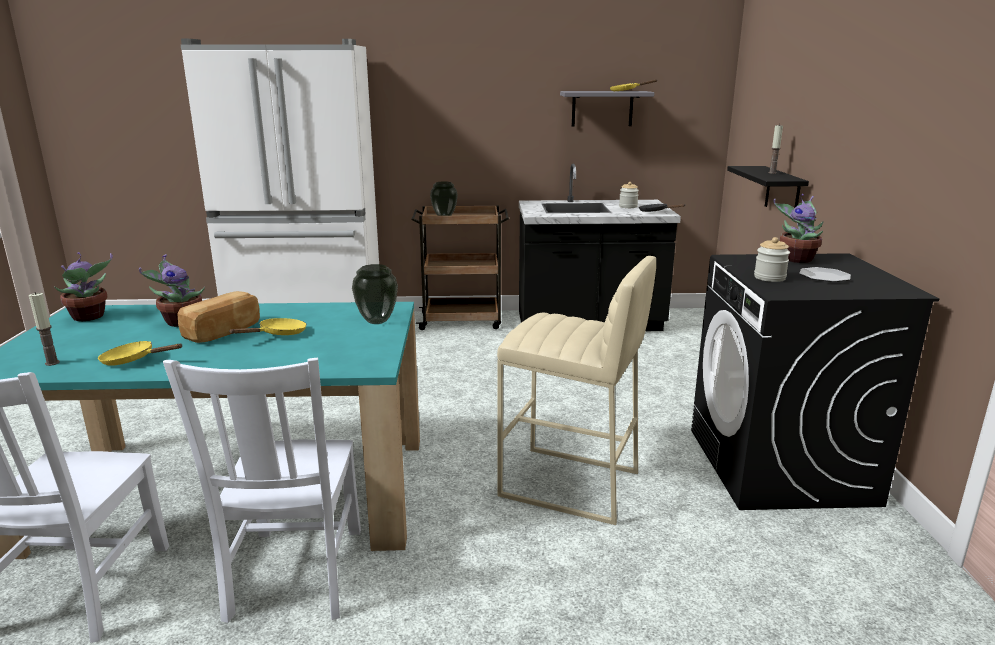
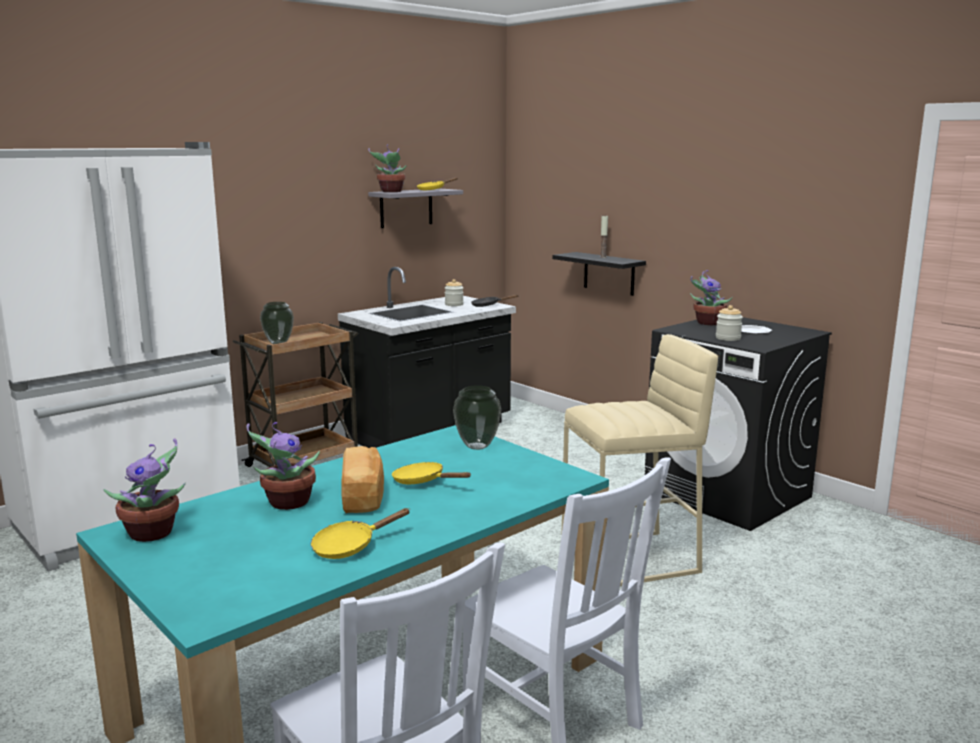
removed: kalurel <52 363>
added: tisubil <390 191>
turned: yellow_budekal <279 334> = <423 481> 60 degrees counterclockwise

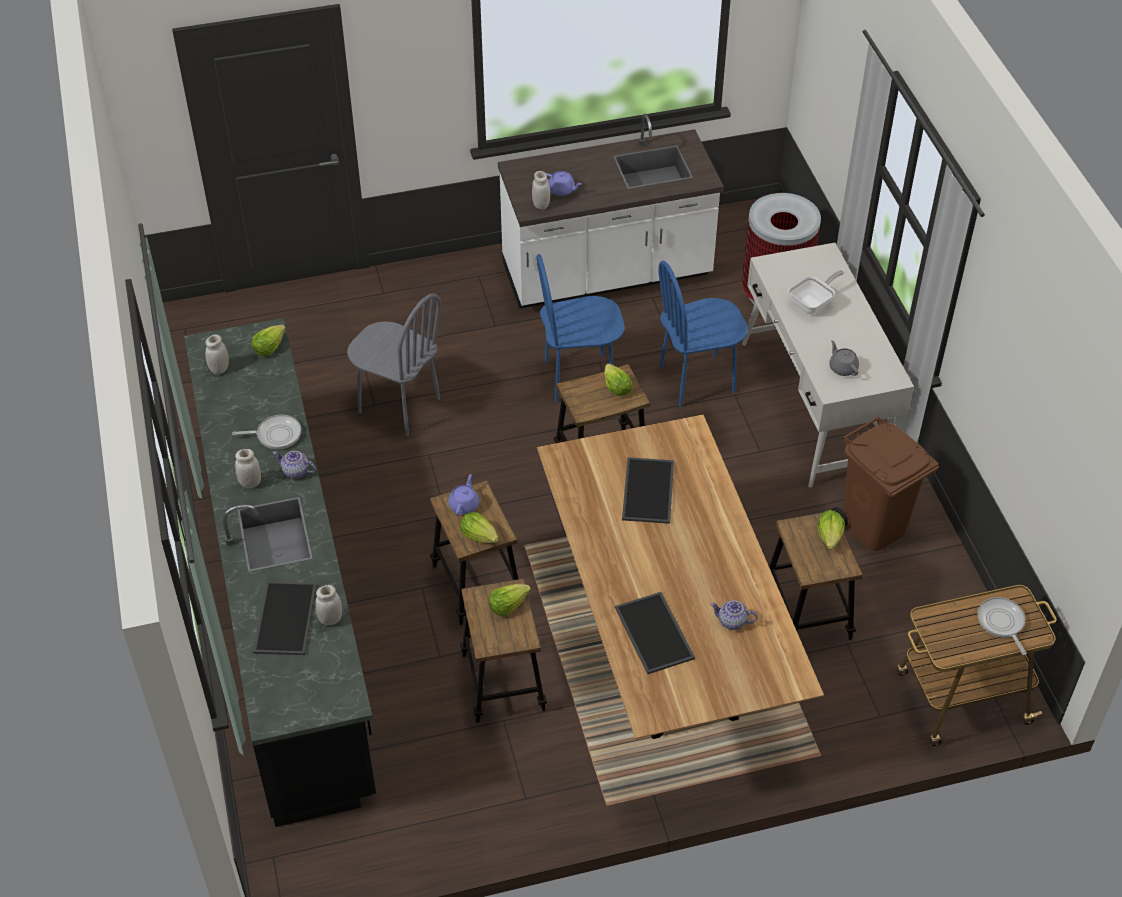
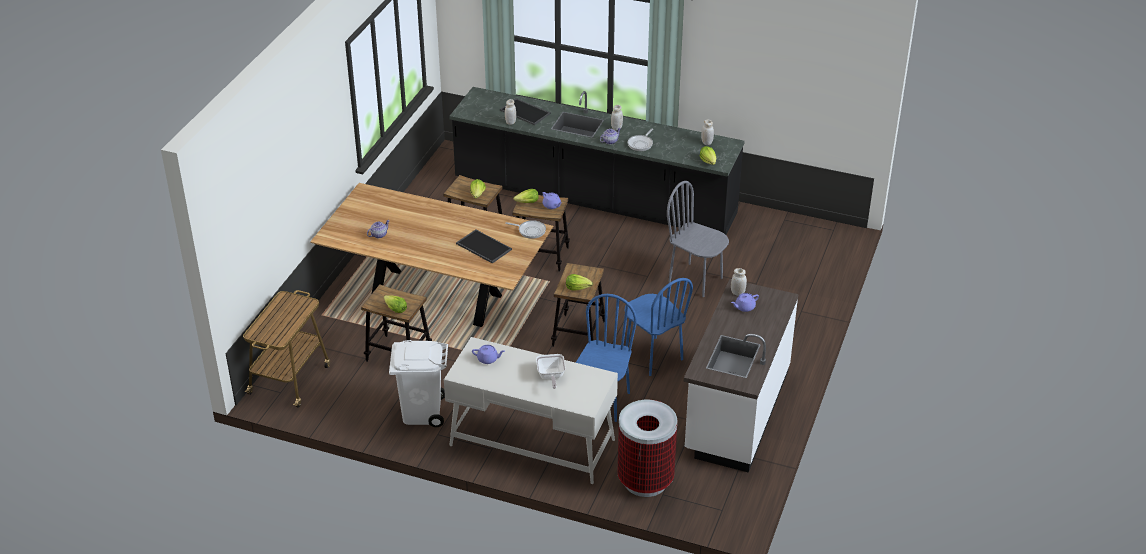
removed: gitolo <656 633>
moved: budekal <1001 623> to <530 231>
recoloured: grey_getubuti <842 367> to purple_getubuti <488 359>; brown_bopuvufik <873 526> to white_bopuvufik <422 412>
turned: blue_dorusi <579 376> = <653 356> 120 degrees clockwise; grey_dorusi <399 406> = <695 280> 60 degrees clockwise

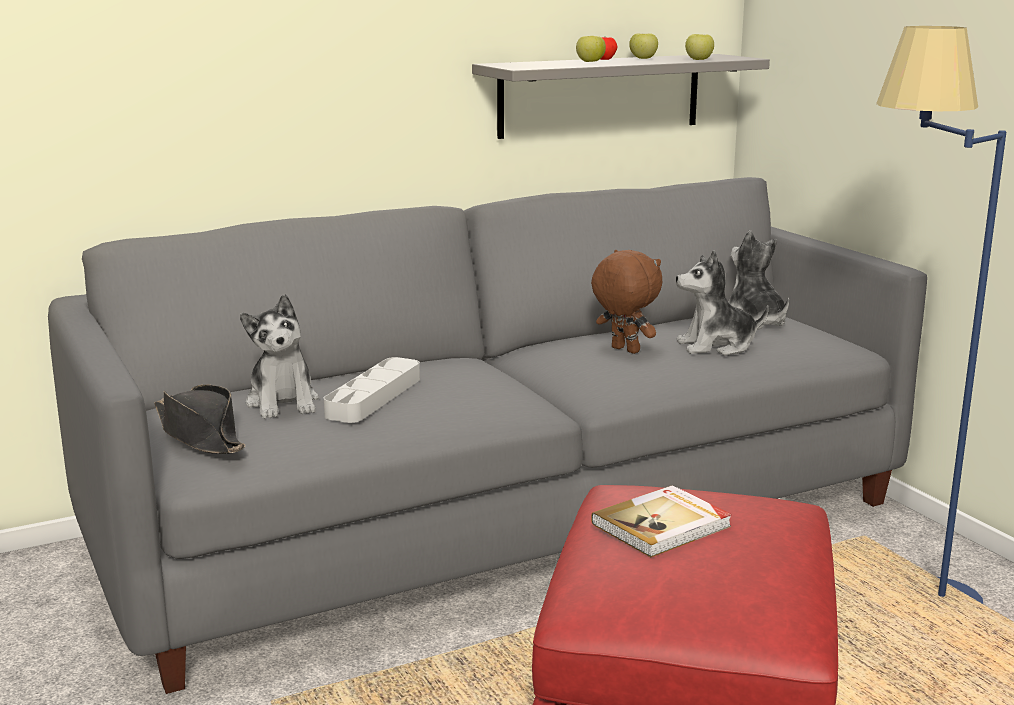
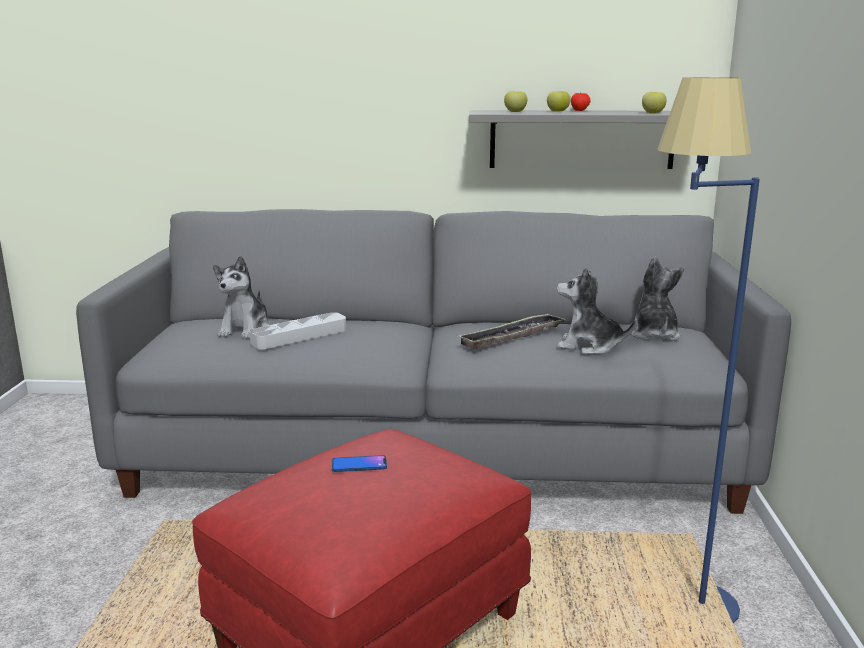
removed: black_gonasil <200 435>
moved: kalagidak <643 58> to <515 111>
replaced: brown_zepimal <623 350> to gitolo <512 336>; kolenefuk <663 525> to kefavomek <359 465>

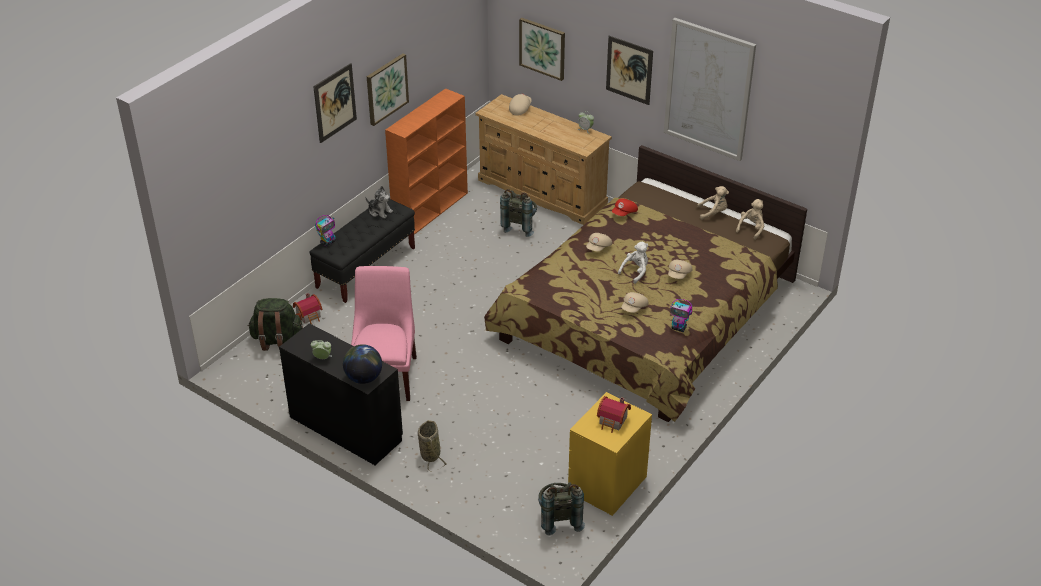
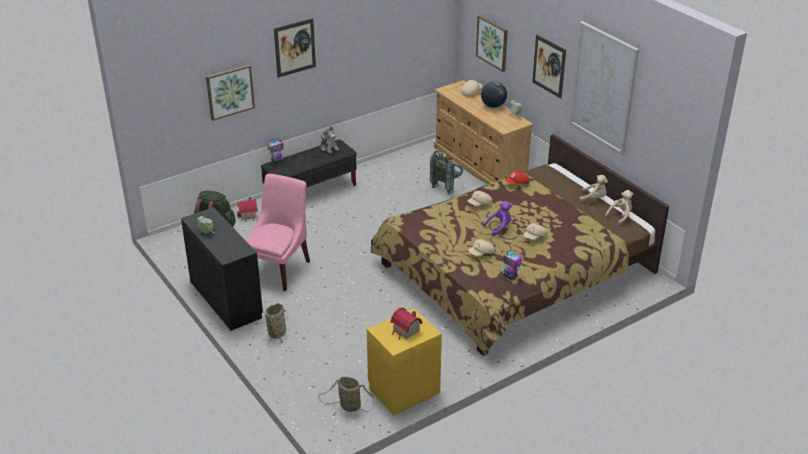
removed: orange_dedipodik <431 210>
moved: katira <386 89> to <230 91>; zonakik <363 378> to <493 105>
replaced: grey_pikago <558 519> to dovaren <348 406>
recoloured: white_zepimal <635 272> to purple_zepimal <499 227>

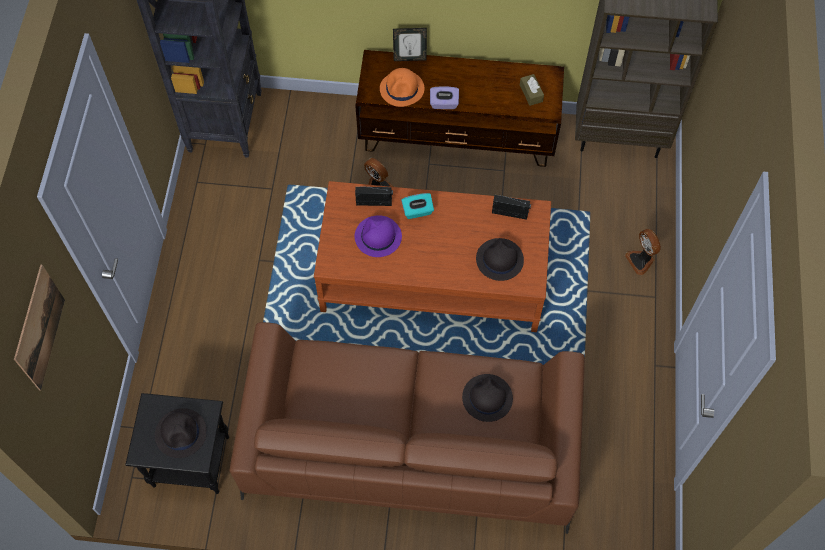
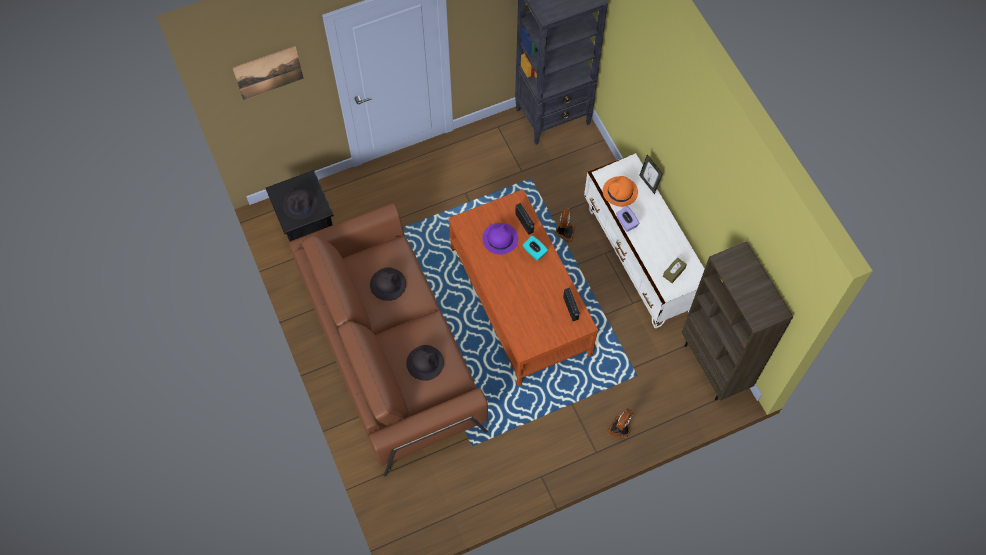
moved: black_gonasil <499 260> to <388 284>
recoloured: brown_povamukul <458 136> to white_povamukul <640 260>

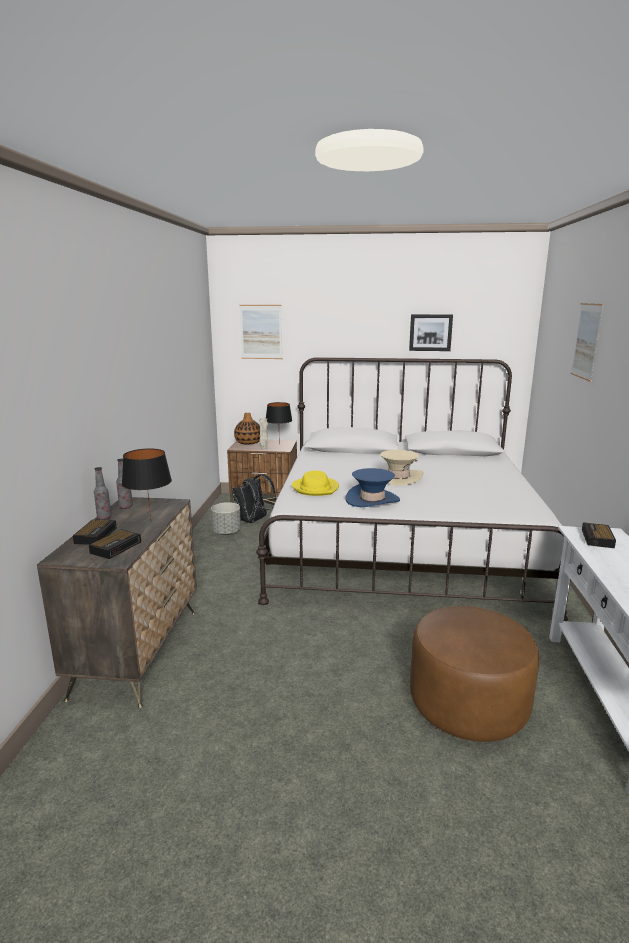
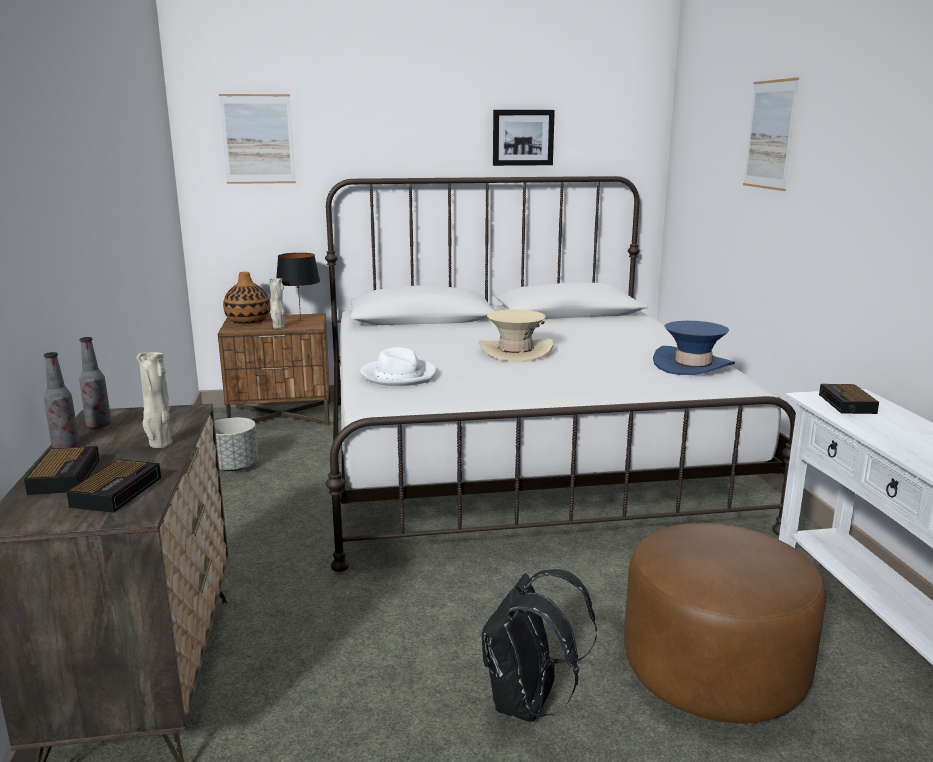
moved: blue_gonasil <372 500> to <693 365>; black_pikago <253 521> to <528 704>
replaced: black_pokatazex <150 522> to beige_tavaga <160 445>
recoloured: yellow_gonasil <315 488> to white_gonasil <399 376>

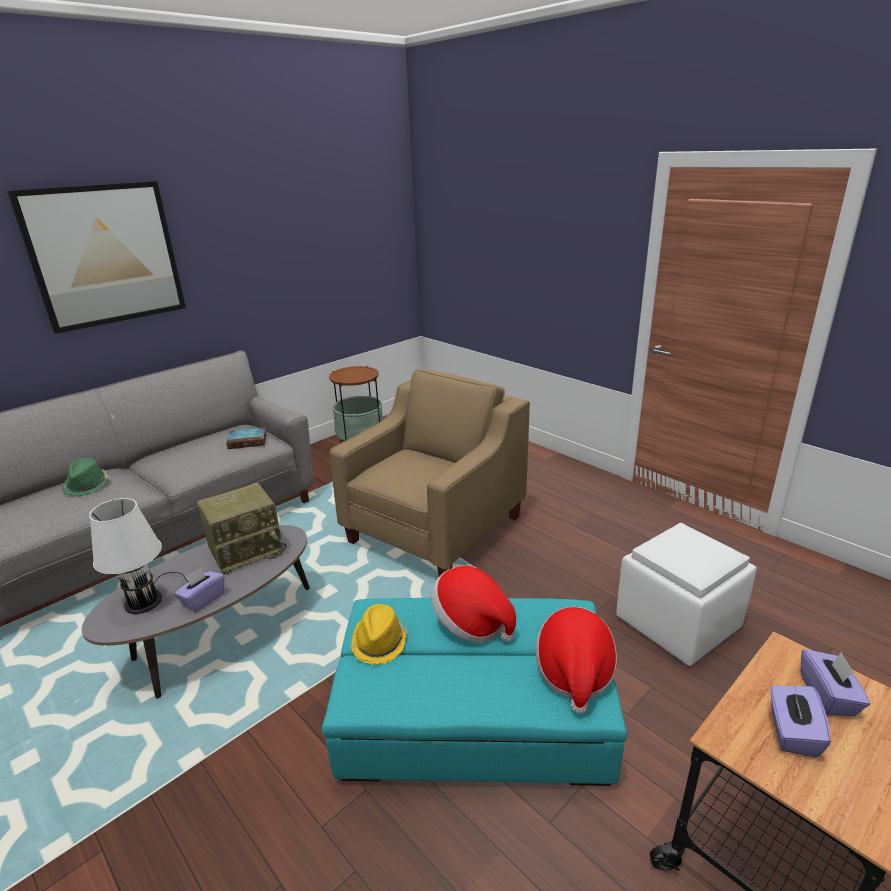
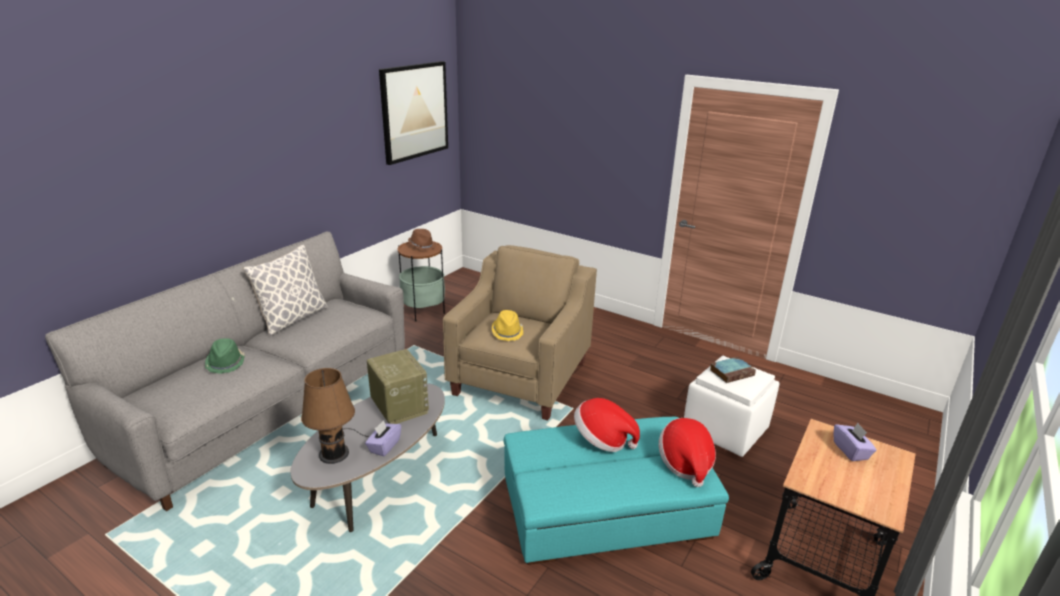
removed: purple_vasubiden <792 732>
added: brown_gonasil <422 246>; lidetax <292 318>
moved: katira <104 255> to <414 111>; kolenefuk <248 441> to <732 372>; yellow_gonasil <380 642> to <507 332>
recoloured: white_pokatazex <147 599> to brown_pokatazex <336 451>
turned: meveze <247 551> = <398 406> 75 degrees counterclockwise

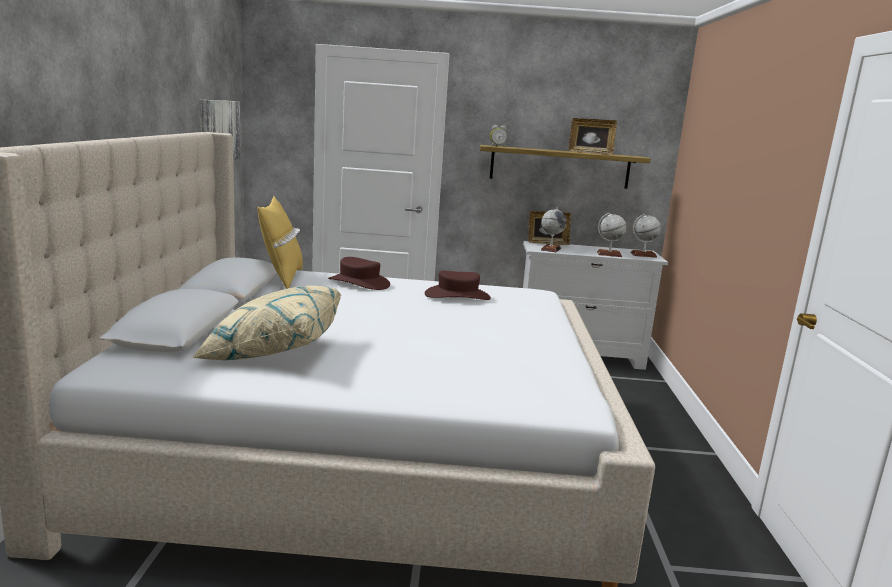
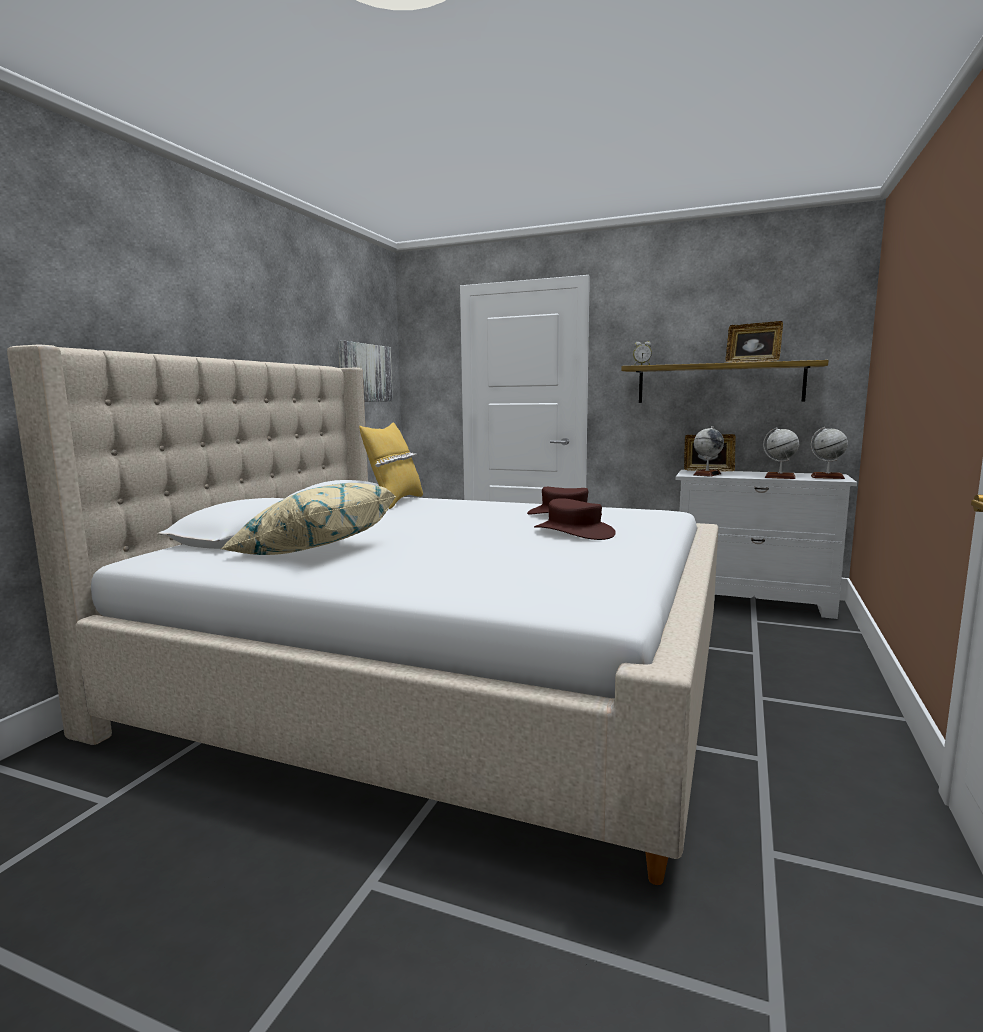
moved: brown_gonasil <359 282> to <574 532>

